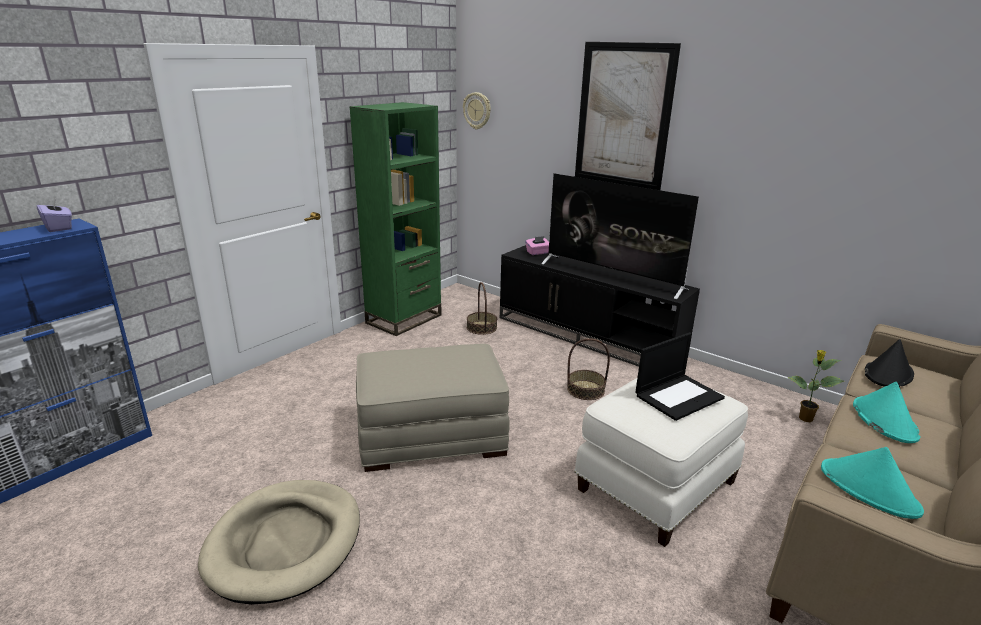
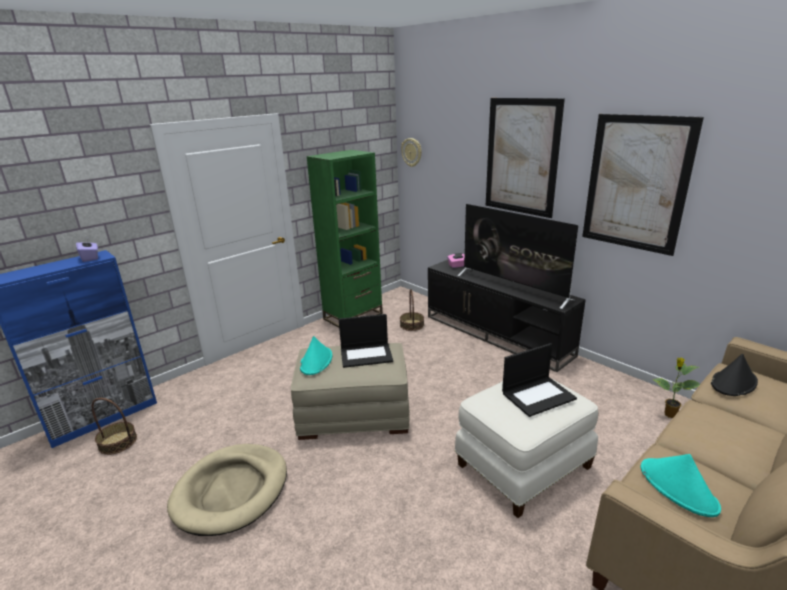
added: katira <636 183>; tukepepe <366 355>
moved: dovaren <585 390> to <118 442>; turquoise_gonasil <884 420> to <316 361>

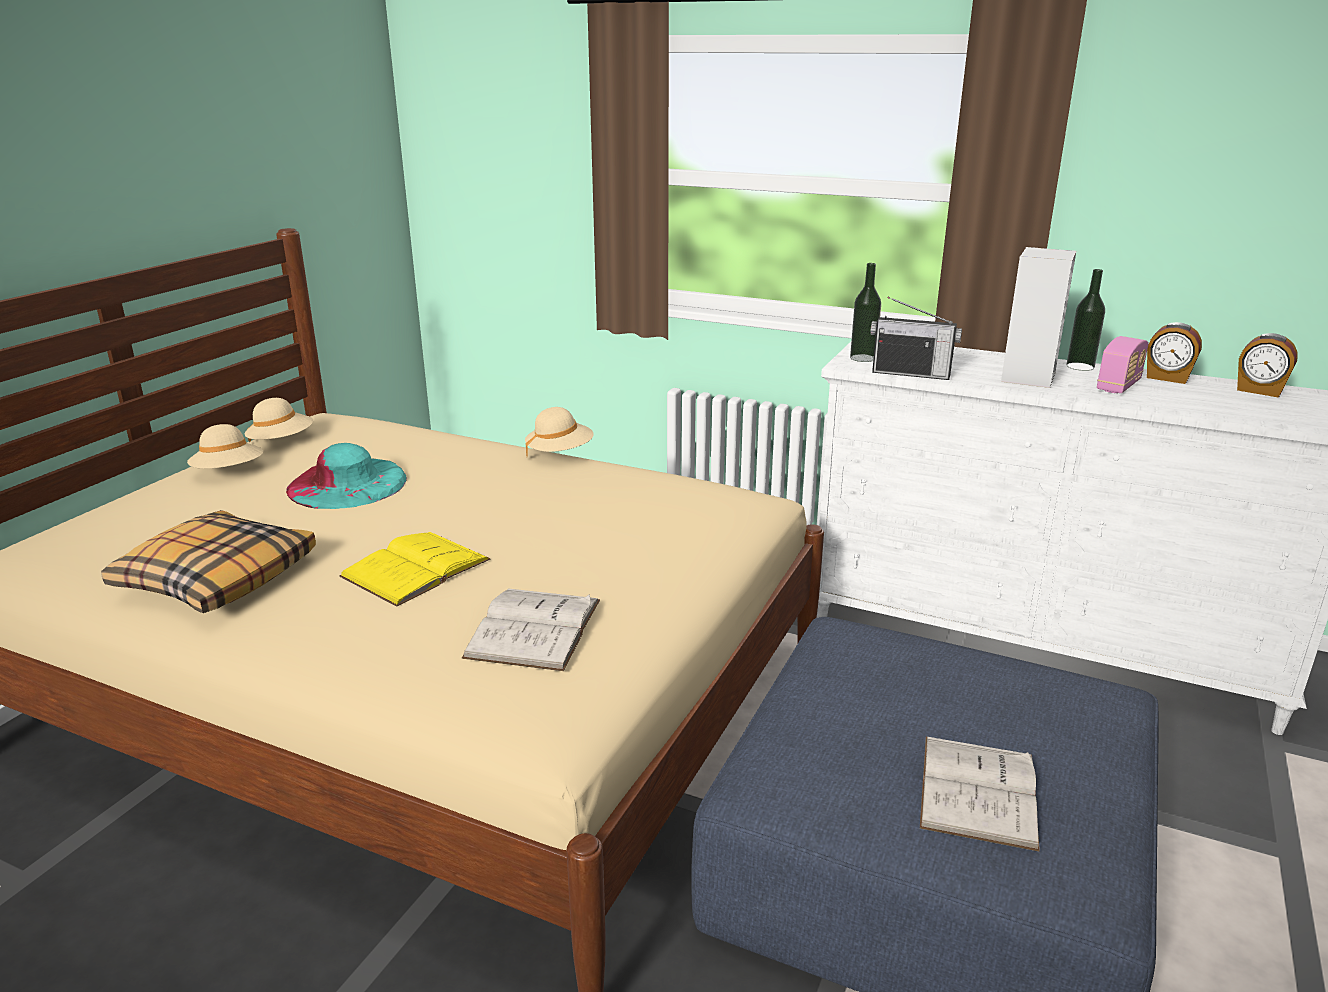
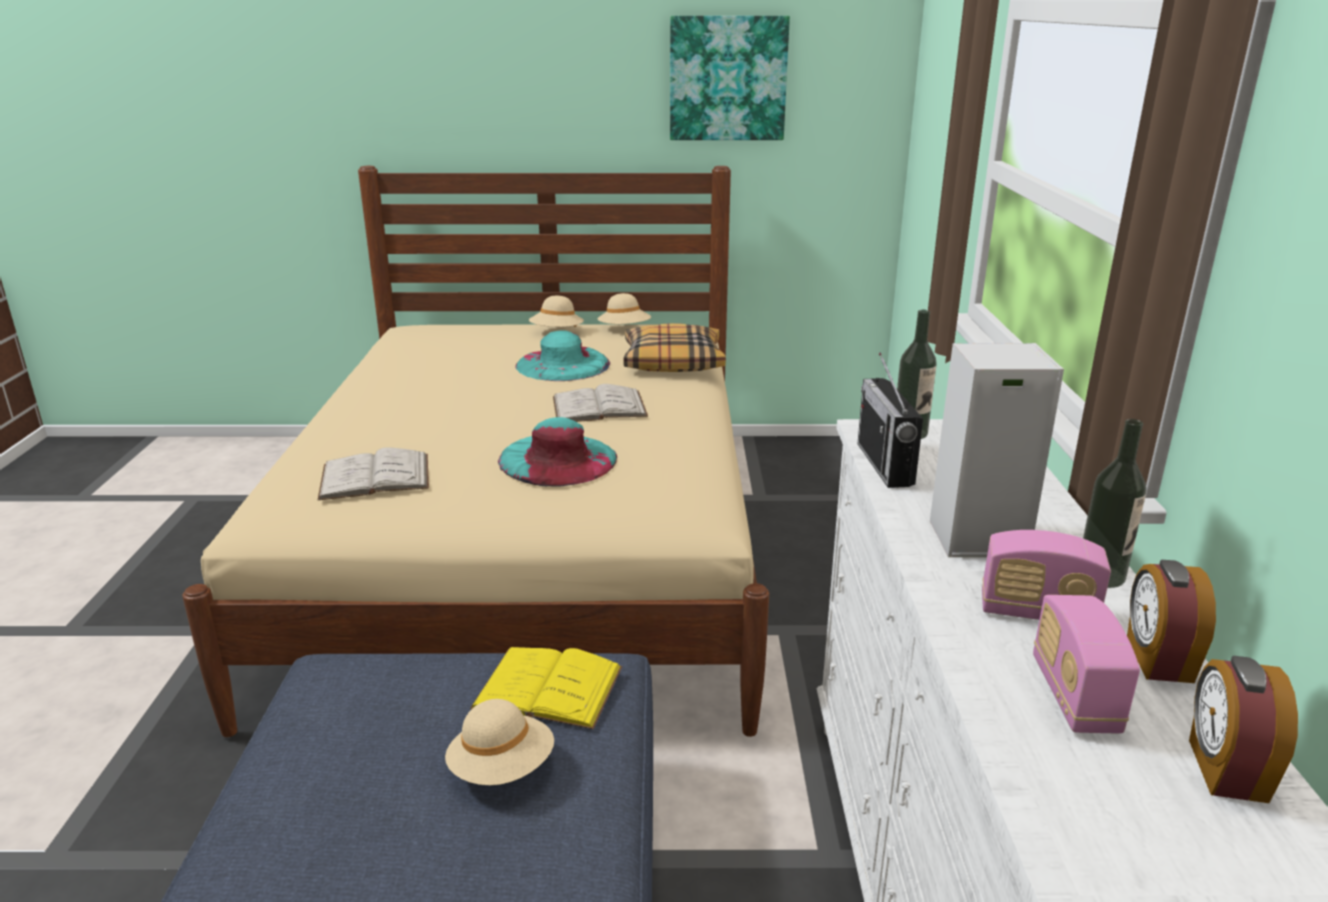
added: katira <727 78>; turquoise_gonasil <558 459>; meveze <1074 696>
moved: beige_gonasil <560 453> to <502 768>; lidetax <216 578> to <673 362>; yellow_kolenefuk <416 568> to <548 687>; white_kolenefuk <978 790> to <599 406>

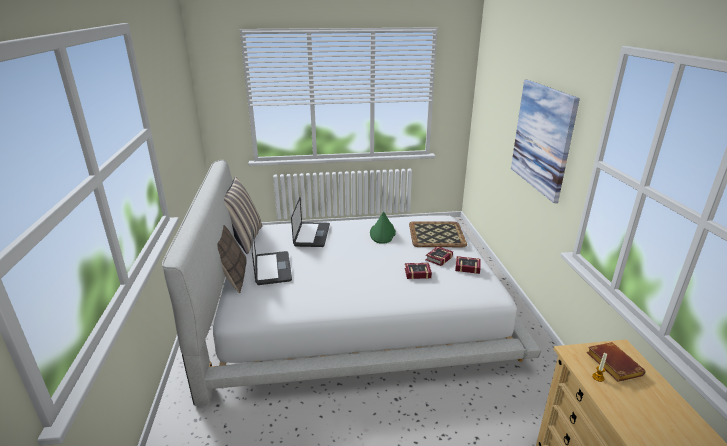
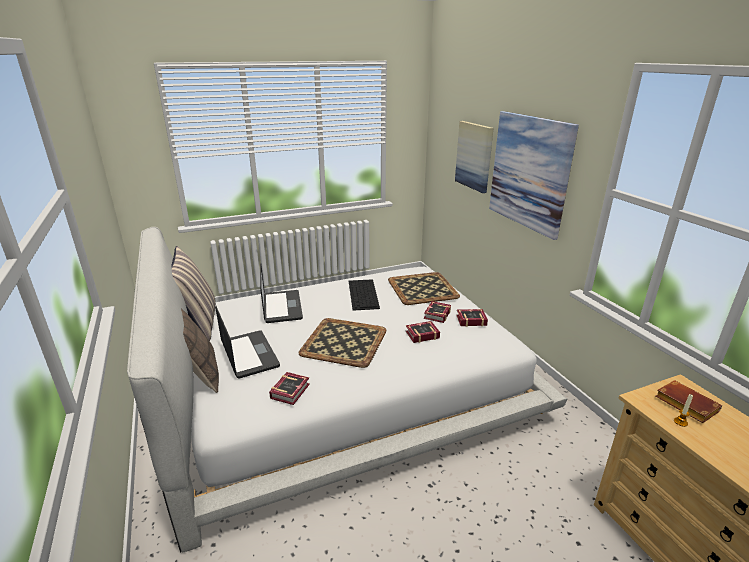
added: katira <474 156>; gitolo <343 342>; kolenefuk <292 390>
replaced: green_gonasil <382 233> to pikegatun <363 294>

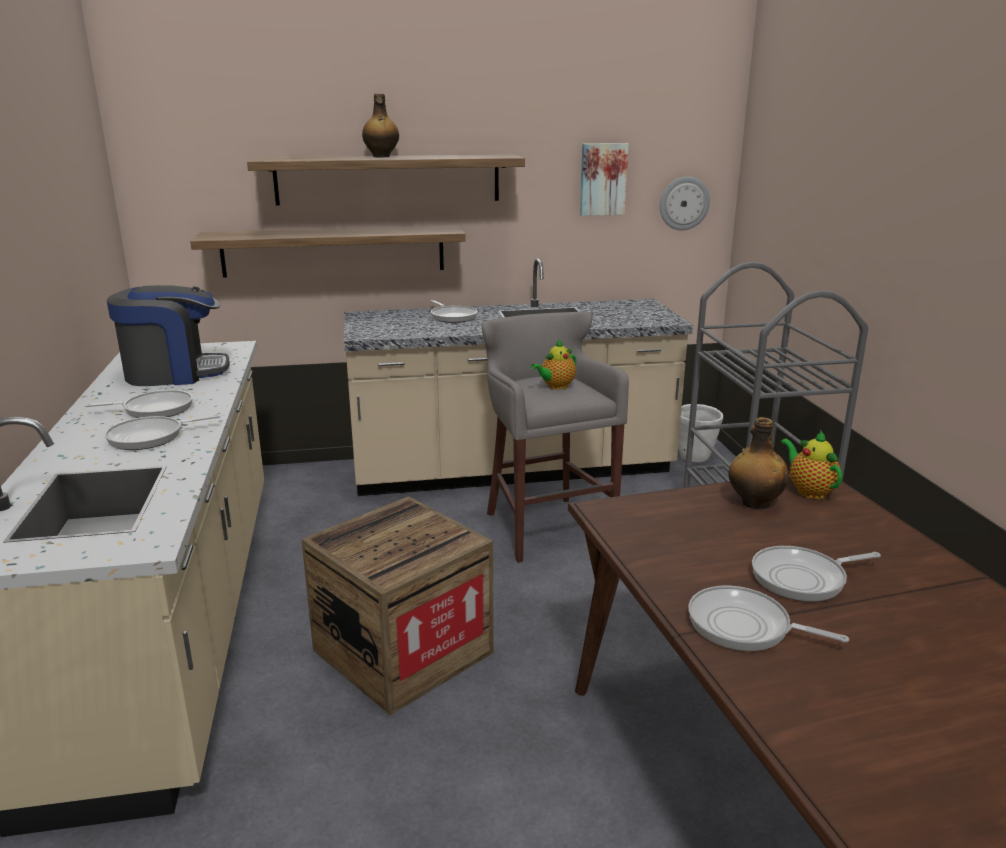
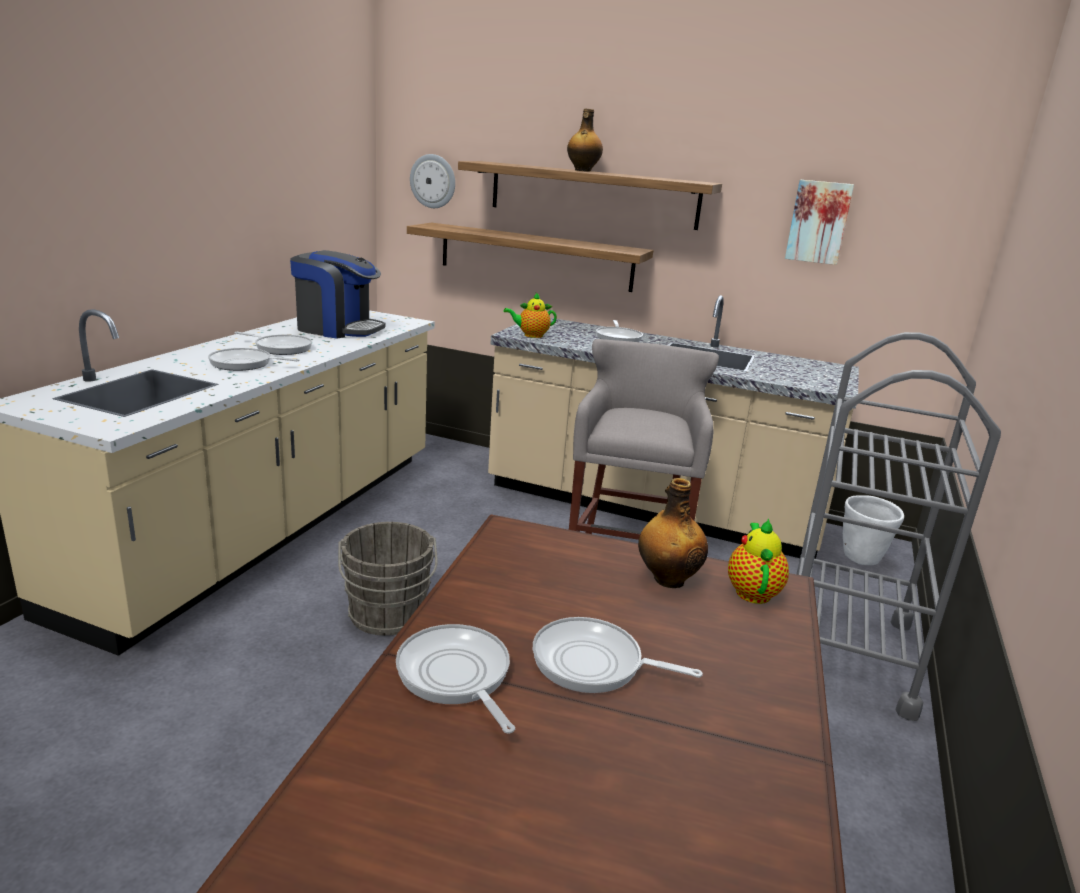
moved: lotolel <684 203> to <433 181>; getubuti <556 386> to <531 335>
replaced: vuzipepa <403 651> to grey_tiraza <387 617>

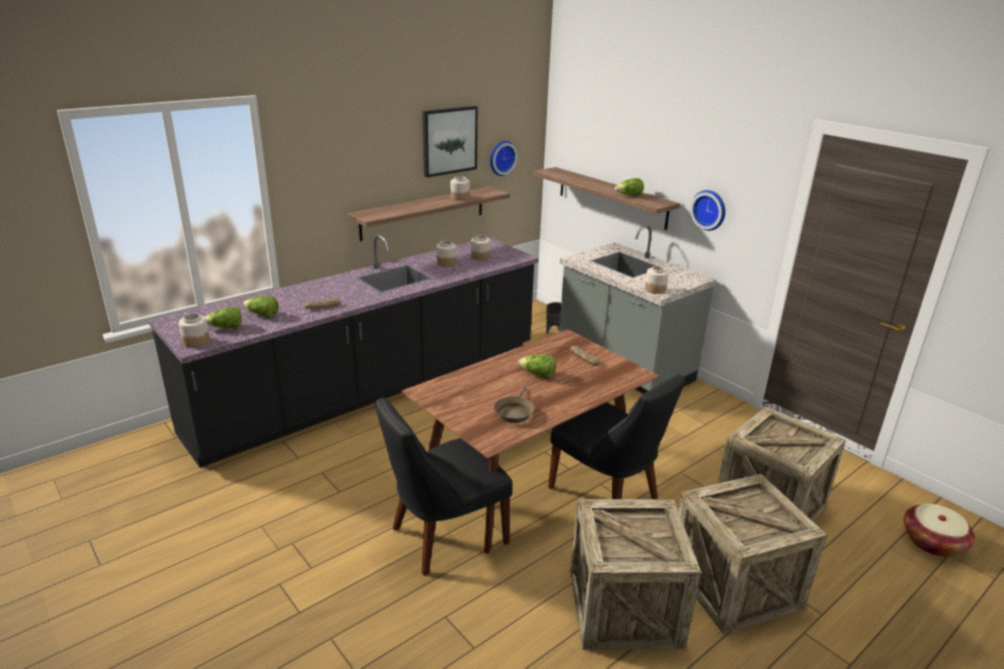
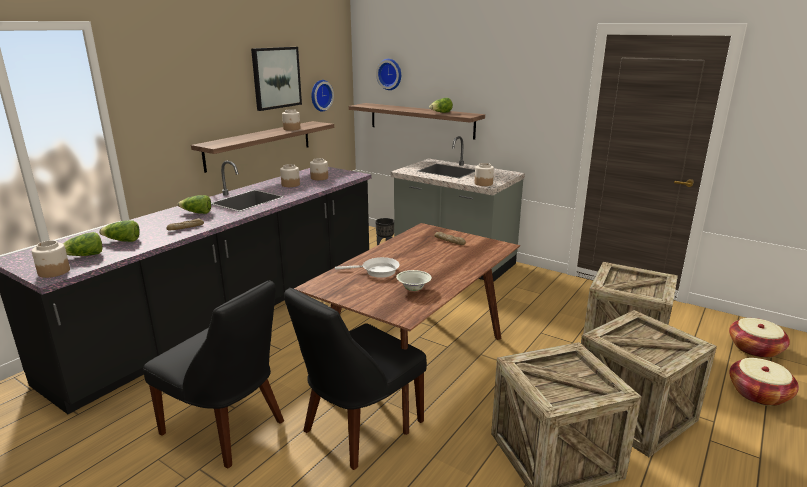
added: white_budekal <377 271>; dovaren <758 394>
moved: lotolel <710 209> to <390 74>; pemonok <538 374> to <197 213>; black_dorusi <607 495> to <227 429>
replaced: brown_budekal <514 412> to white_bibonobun <413 289>

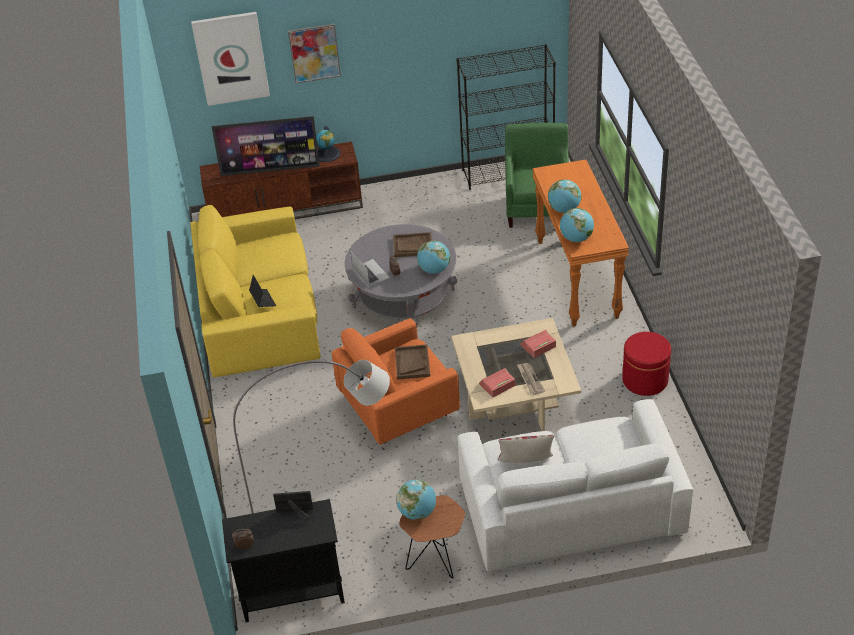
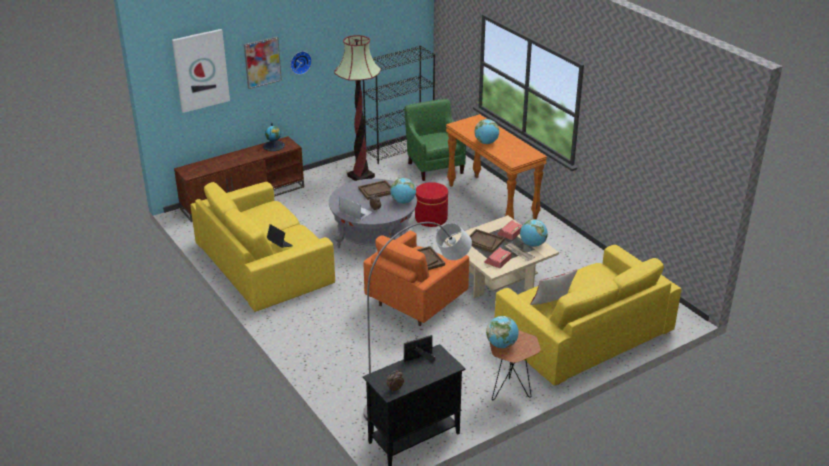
removed: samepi <270 170>
added: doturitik <361 176>; lotolel <300 62>; brown_gitolo <484 242>
moved: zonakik <576 238> to <532 244>; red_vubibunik <645 380> to <431 218>
recoloured: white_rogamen <570 506> to yellow_rogamen <582 333>

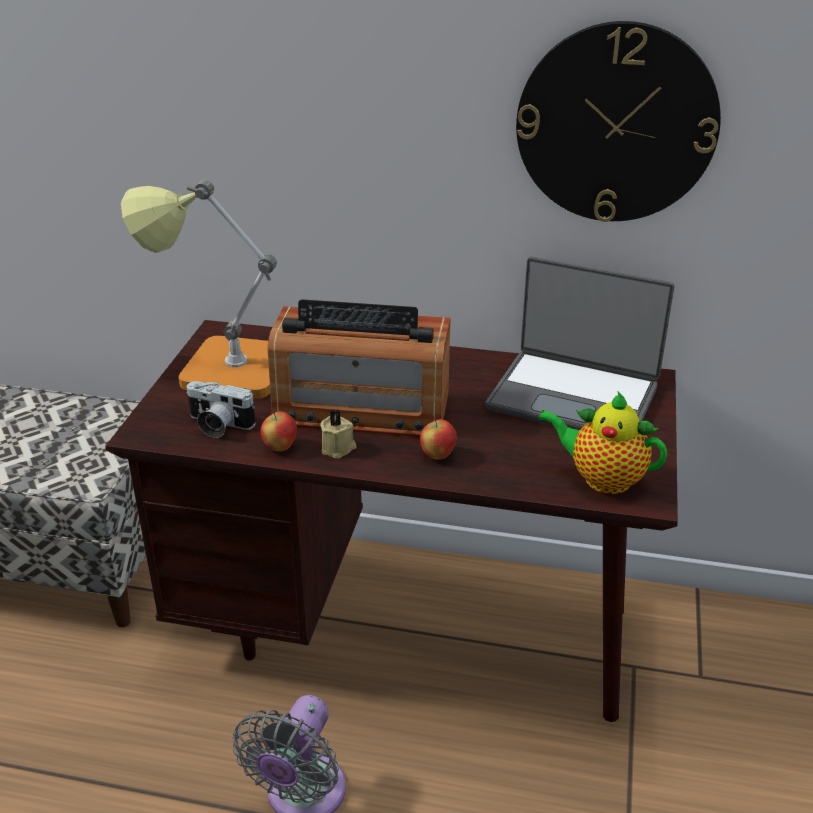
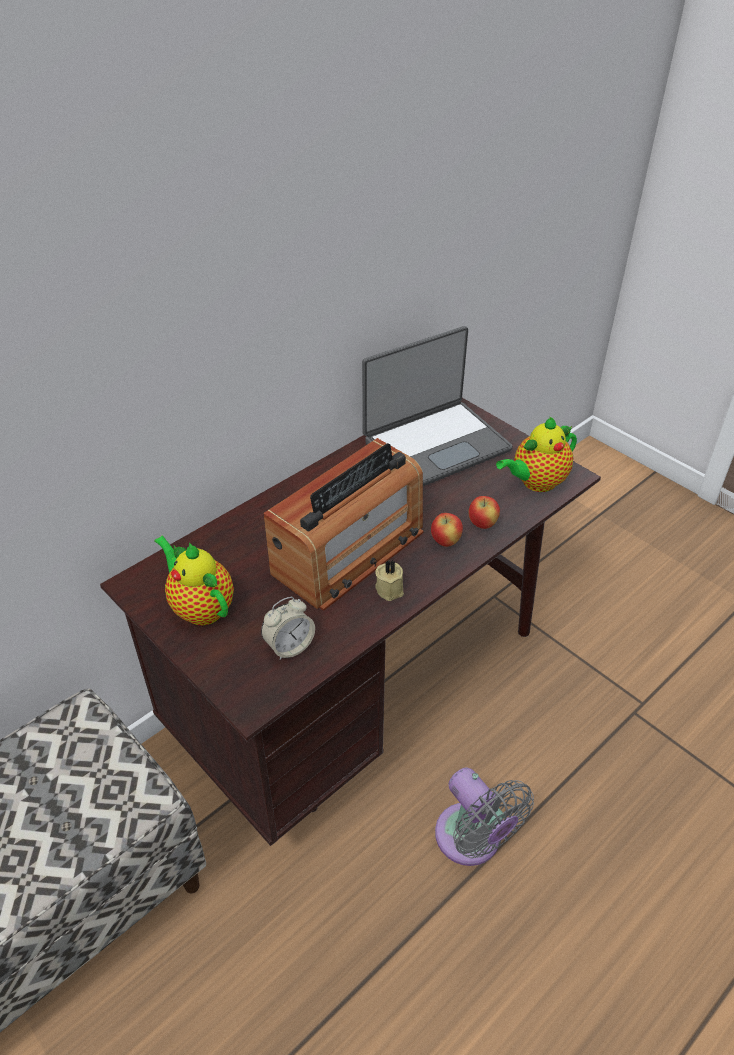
removed: lotolel <616 124>
moved: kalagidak <280 447> to <482 524>
replaced: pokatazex <221 368> to getubuti <200 607>; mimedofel <218 425> to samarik <289 646>

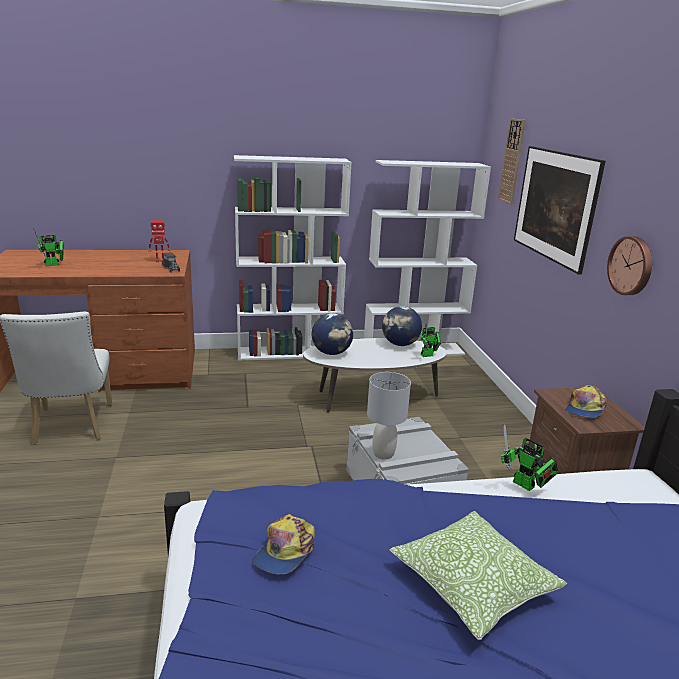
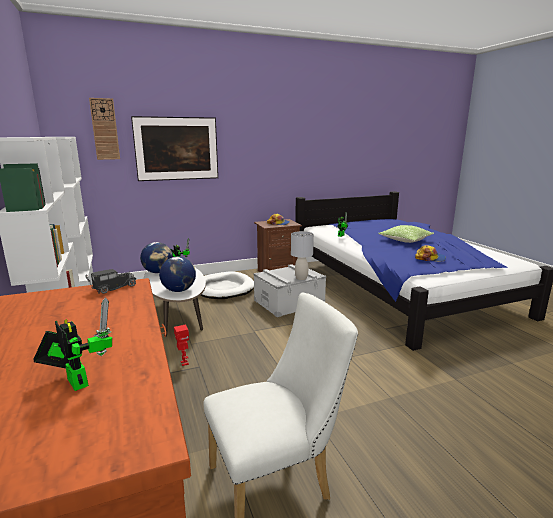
removed: lotolel <631 265>
added: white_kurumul <223 288>
moved: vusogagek <160 261> to <184 363>

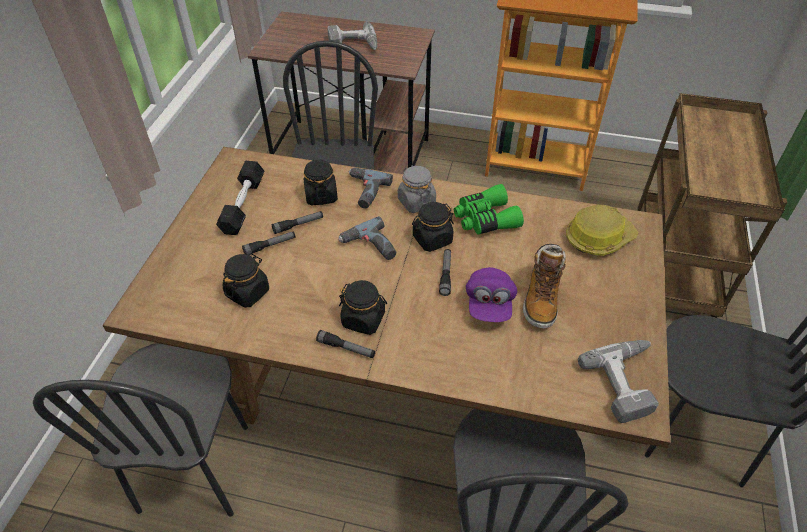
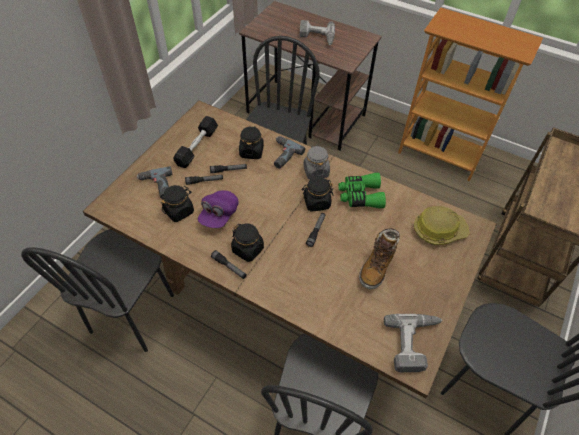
moved: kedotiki <369 247> to <156 186>; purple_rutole <489 304> to <219 215>

